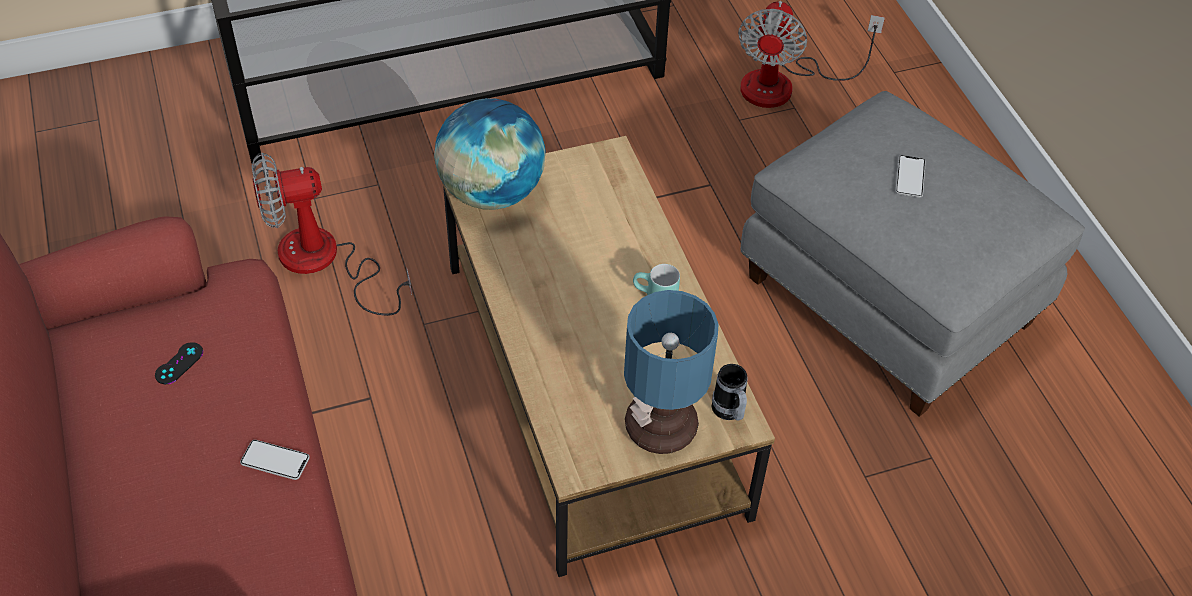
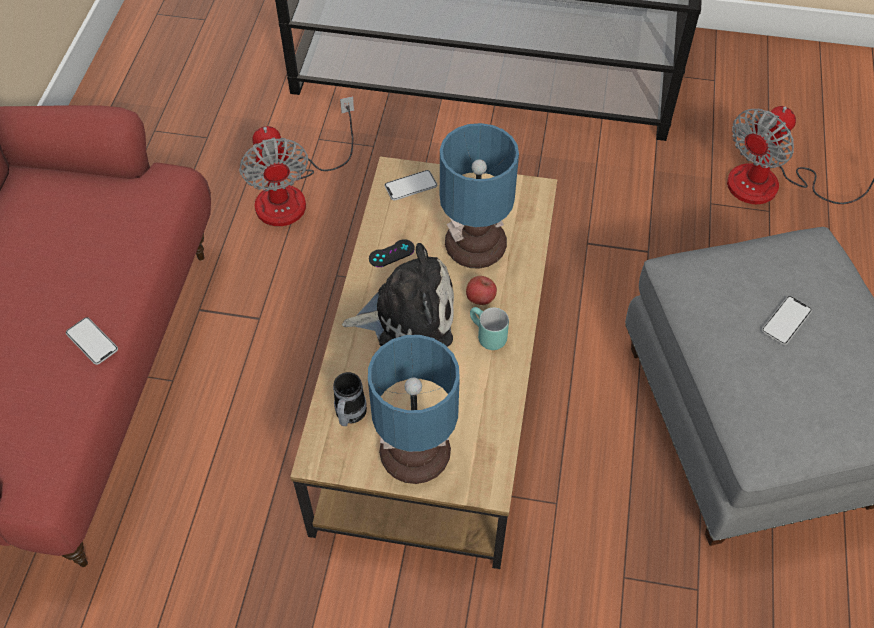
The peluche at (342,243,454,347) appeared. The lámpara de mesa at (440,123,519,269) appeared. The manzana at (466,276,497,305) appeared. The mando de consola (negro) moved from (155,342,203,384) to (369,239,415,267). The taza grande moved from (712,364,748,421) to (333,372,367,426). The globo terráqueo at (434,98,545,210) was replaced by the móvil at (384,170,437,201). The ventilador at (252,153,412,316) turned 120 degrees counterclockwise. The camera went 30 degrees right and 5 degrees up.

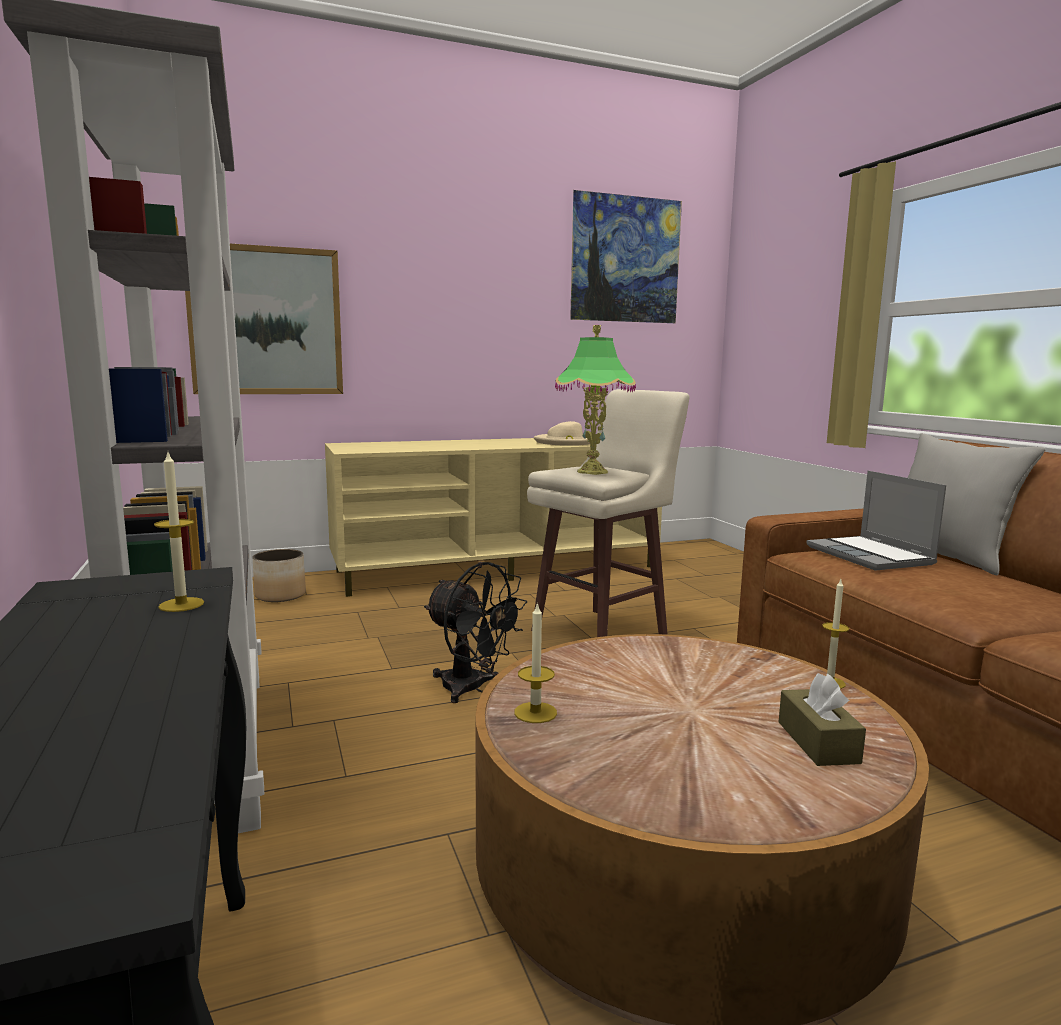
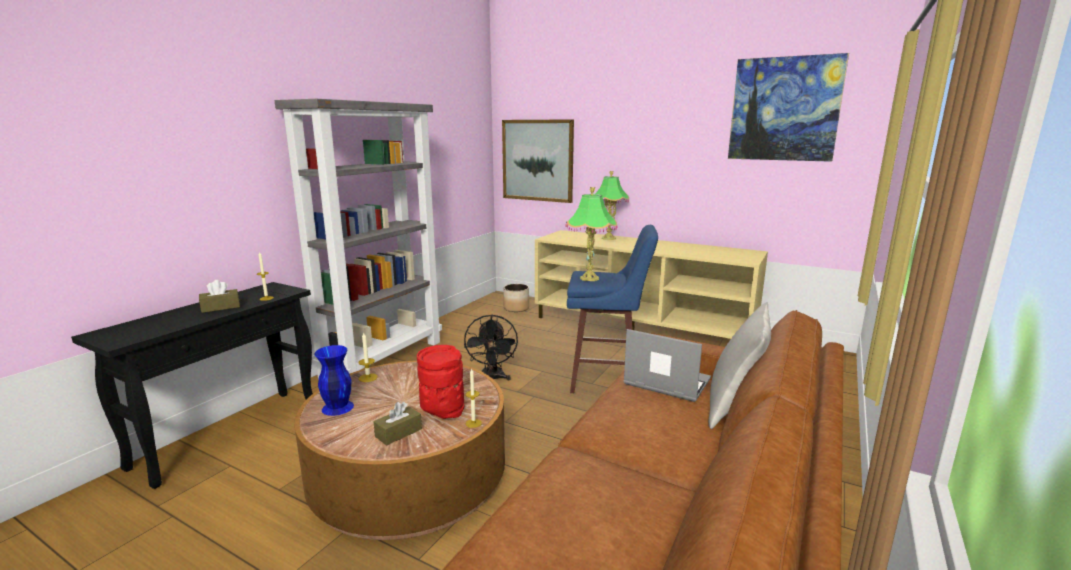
The sombrero (beis) at (534,421,590,446) disappeared. The caja de pañuelos (marrón) at (199,280,240,313) appeared. The florero (azul) at (315,345,354,416) appeared. The florero (rojo) at (417,345,464,419) appeared. The lámpara de mesa at (595,171,629,240) appeared. The taburete (beis) at (527,389,690,637) became the taburete (azul) at (567,225,658,393). The portátil at (807,471,946,571) turned 90 degrees clockwise. The camera went 50 degrees right and 5 degrees up.

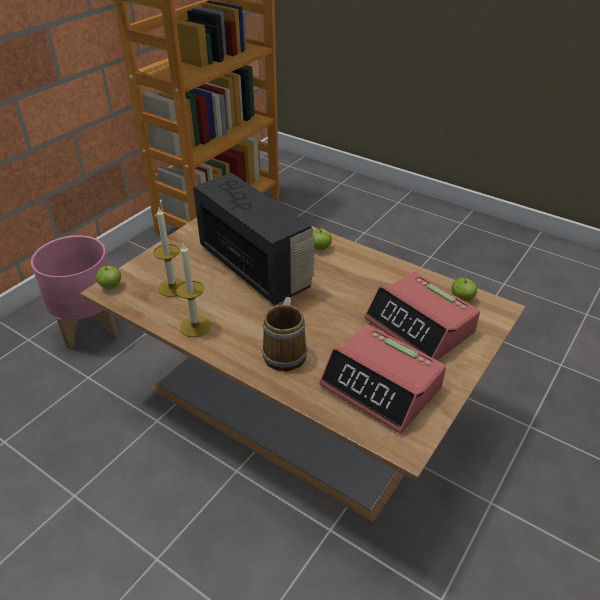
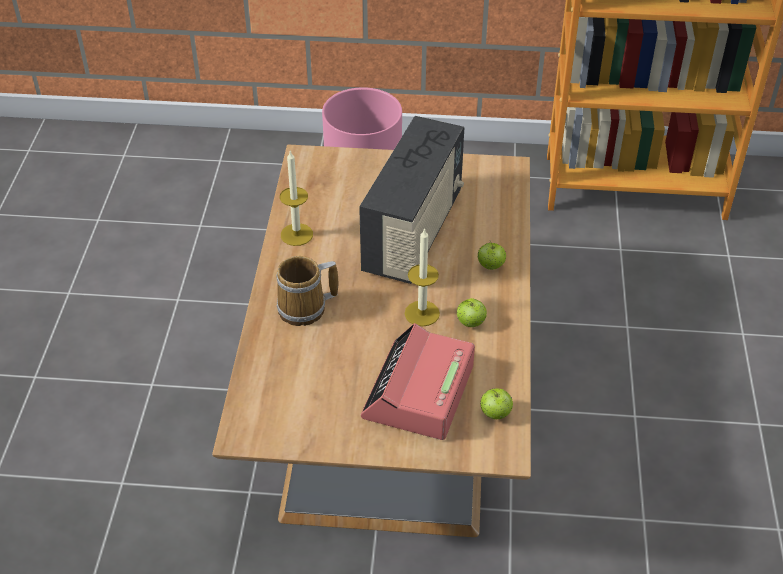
The despertador at (320,324,446,434) disappeared. The manzana moved from (96,266,122,289) to (457,298,487,327). The vela moved from (153,208,185,297) to (405,228,440,326). The camera went 60 degrees right and 5 degrees up.

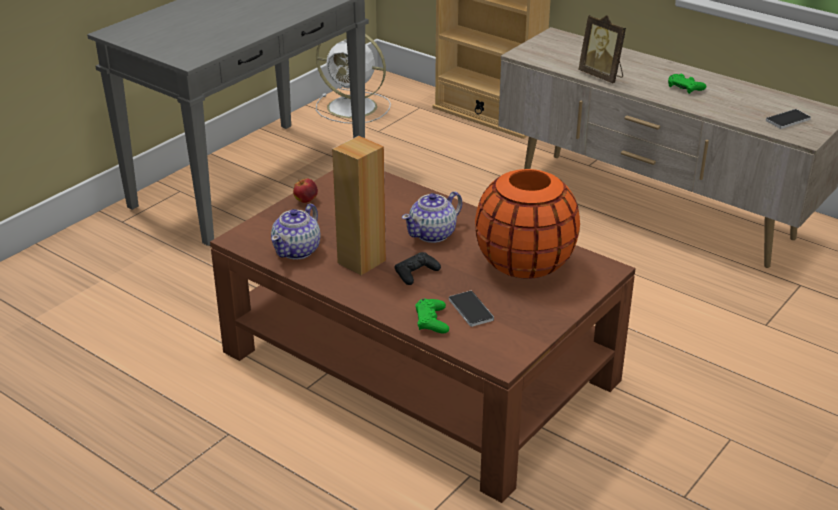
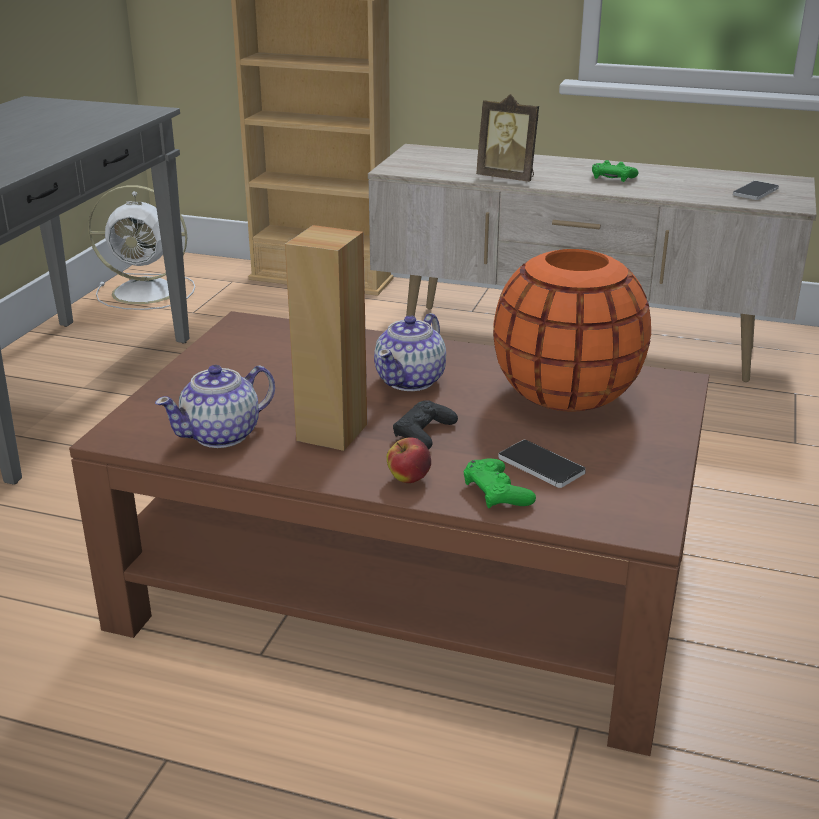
The manzana moved from (293,178,318,203) to (387,437,431,483). The tetera at (271,204,320,260) turned 45 degrees clockwise. The camera went 20 degrees left and 5 degrees down.

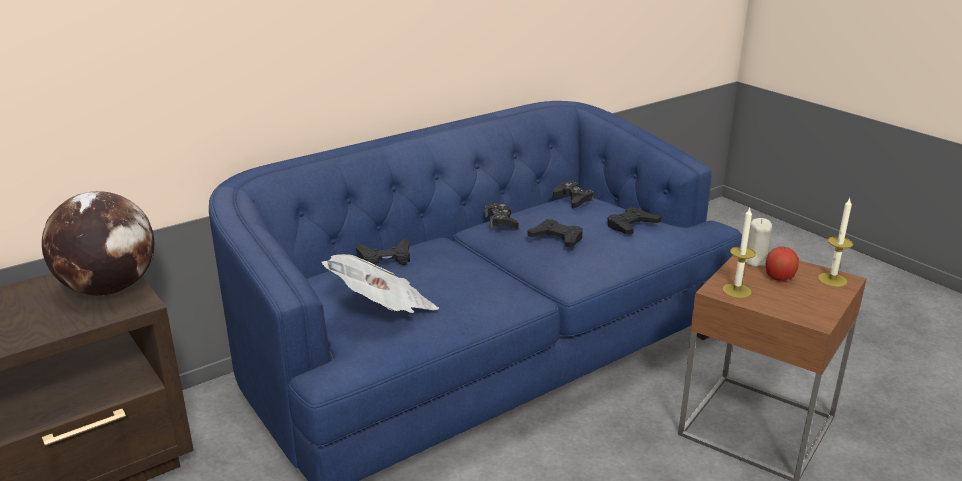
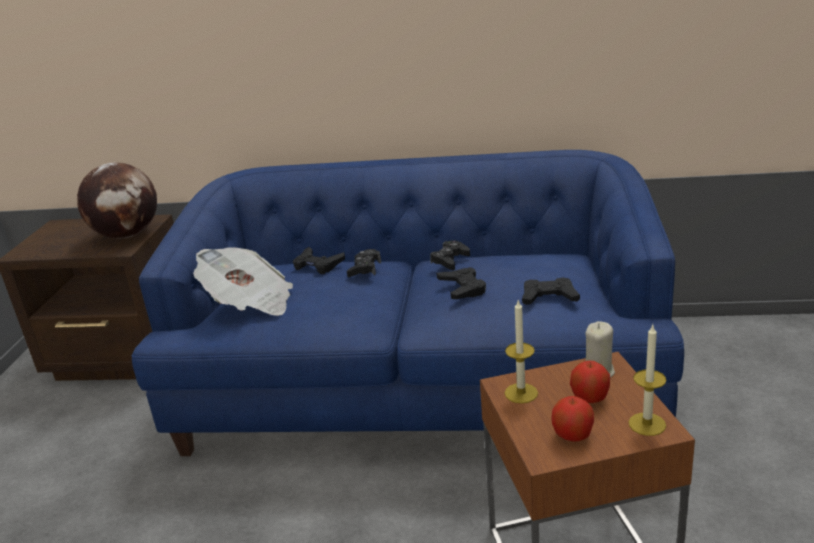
The manzana at (551,396,594,441) appeared. The mando de consola (negro) moved from (553,181,593,208) to (347,249,381,277). The camera went 45 degrees right and 0 degrees up.

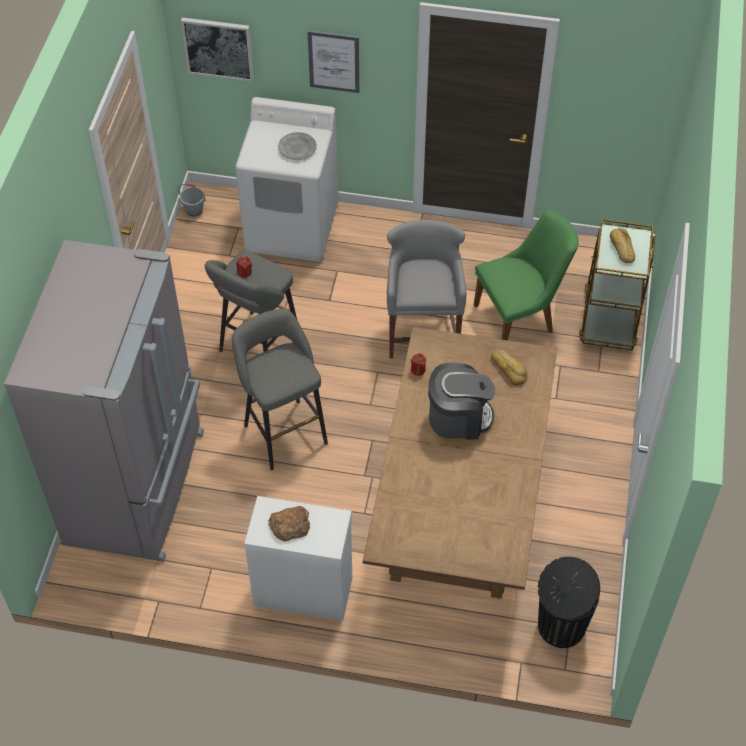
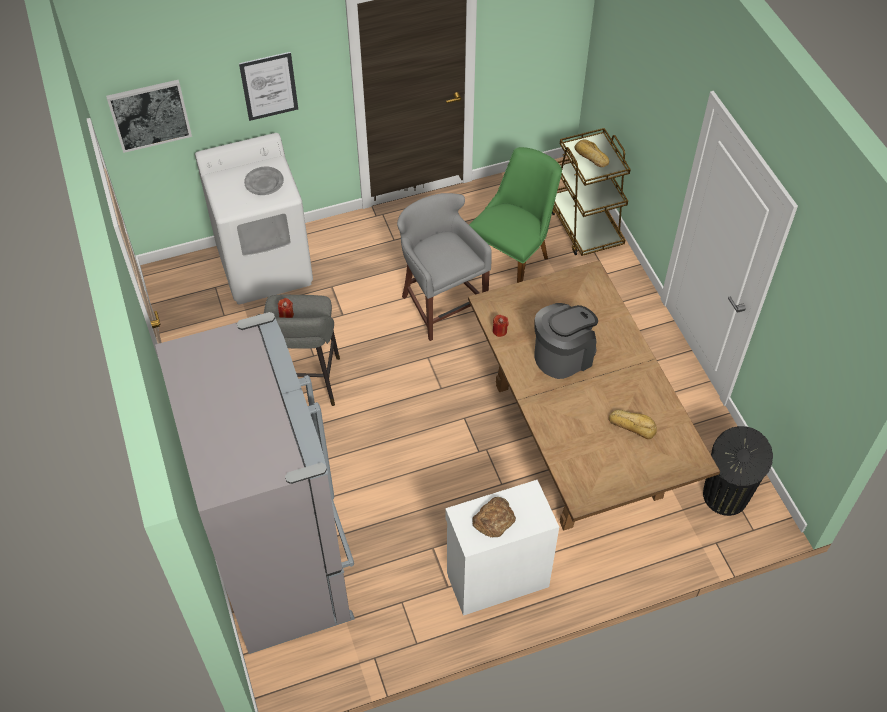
The cubo (gris) at (179,184,206,217) disappeared. The taburete (gris) at (232,309,328,470) disappeared. The pan moved from (491,349,527,386) to (609,410,657,439). The camera went 30 degrees left and 0 degrees up.

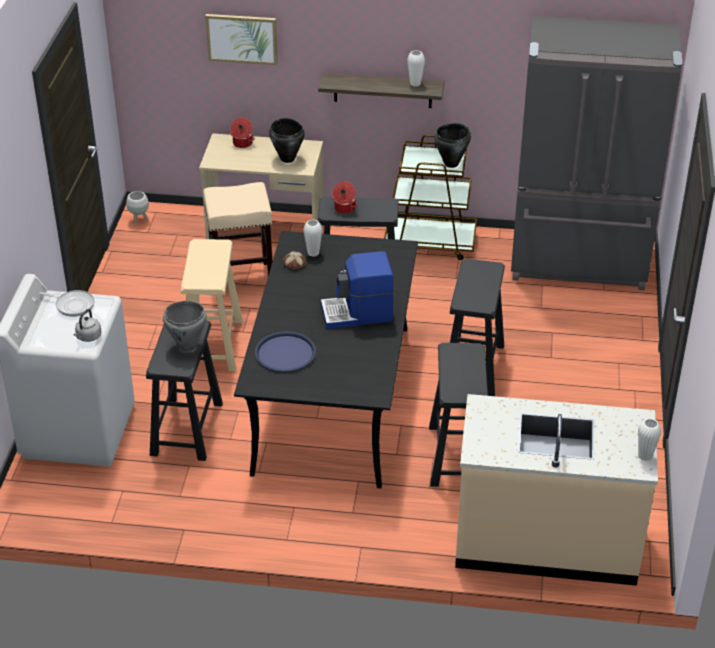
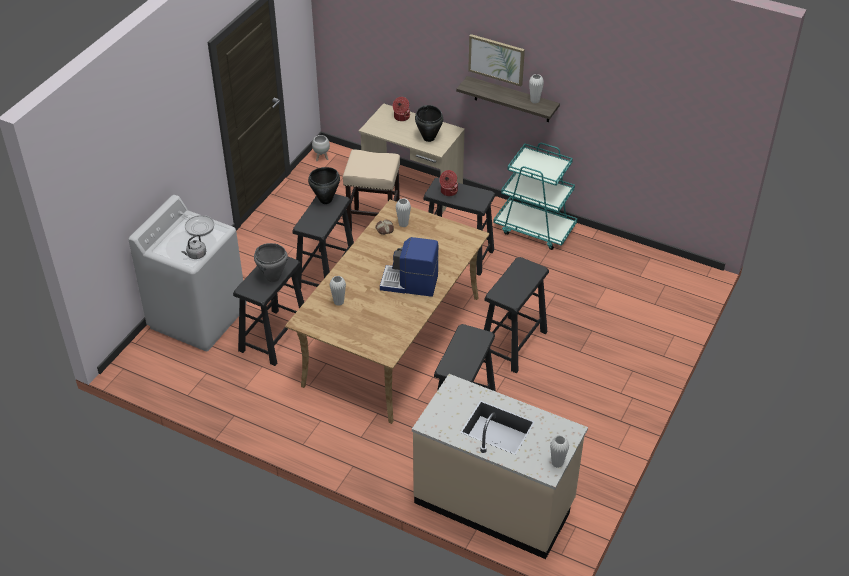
The nevera (gris) at (511,16,682,290) disappeared. The cuadro moved from (205,14,278,65) to (468,34,525,86). The olla (negro) moved from (434,123,471,168) to (308,167,340,204). The bandeja (azul) at (254,331,316,373) was replaced by the florero (blanco) at (330,276,346,306). The taburete (beis) at (181,239,243,371) became the taburete (negro) at (292,194,354,289). The mesa de comedor (negro) at (234,231,418,488) became the mesa de comedor (beis) at (285,200,489,424). The carrito (marrón) at (384,135,477,260) became the carrito (turquesa) at (493,143,578,250). The camera went 20 degrees right and 5 degrees up.

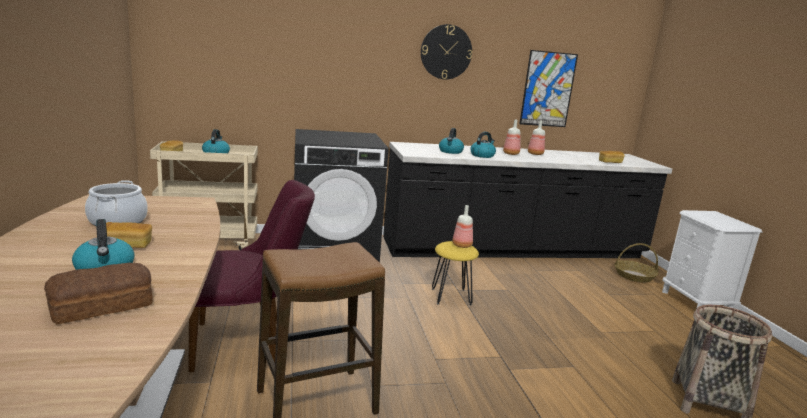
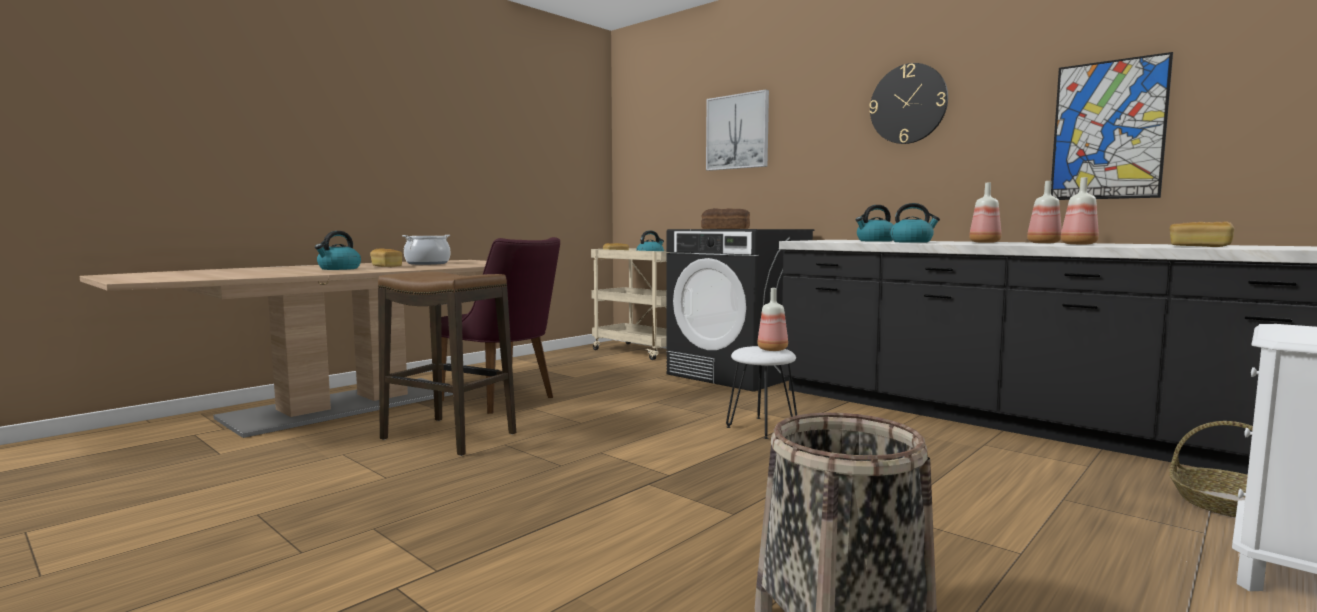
The cuadro at (706,89,769,171) appeared. The botella at (1061,177,1099,245) appeared. The pan moved from (44,263,153,324) to (701,208,750,229). The taburete (amarillo) at (432,241,479,305) became the taburete (blanco) at (726,346,797,439). The camera went 55 degrees right and 10 degrees down.

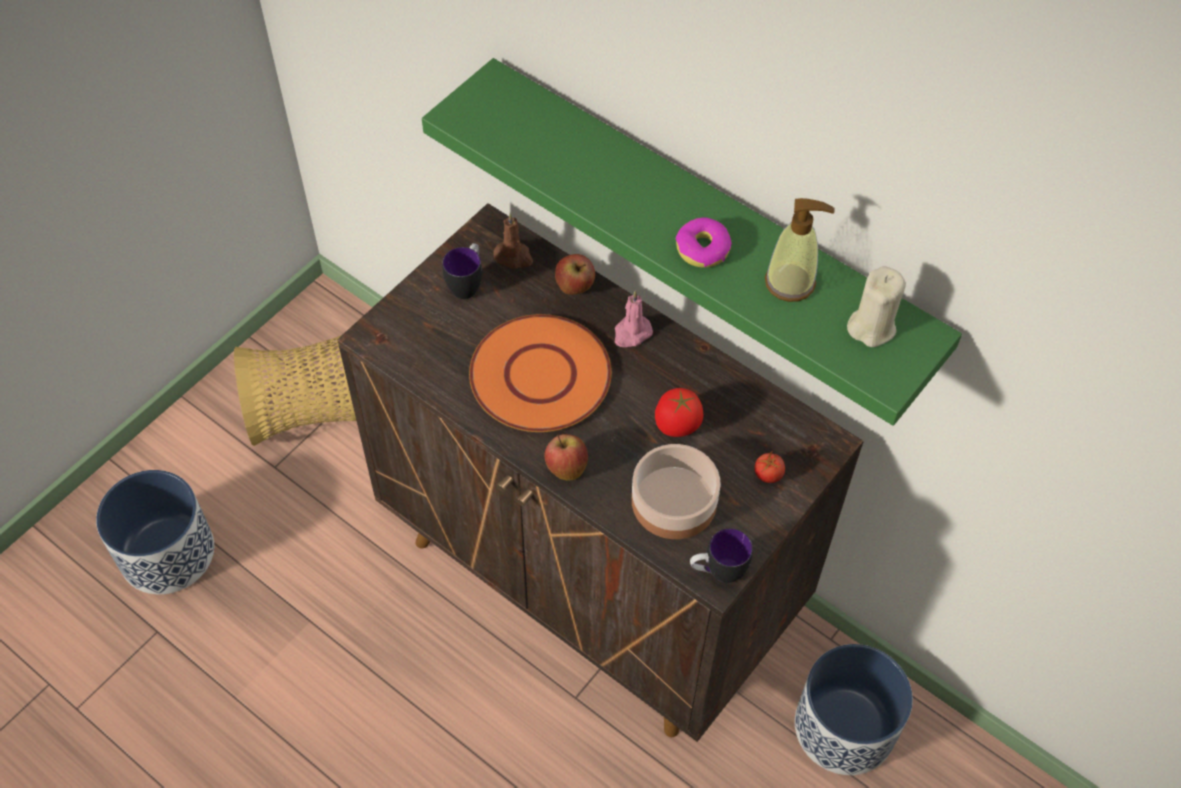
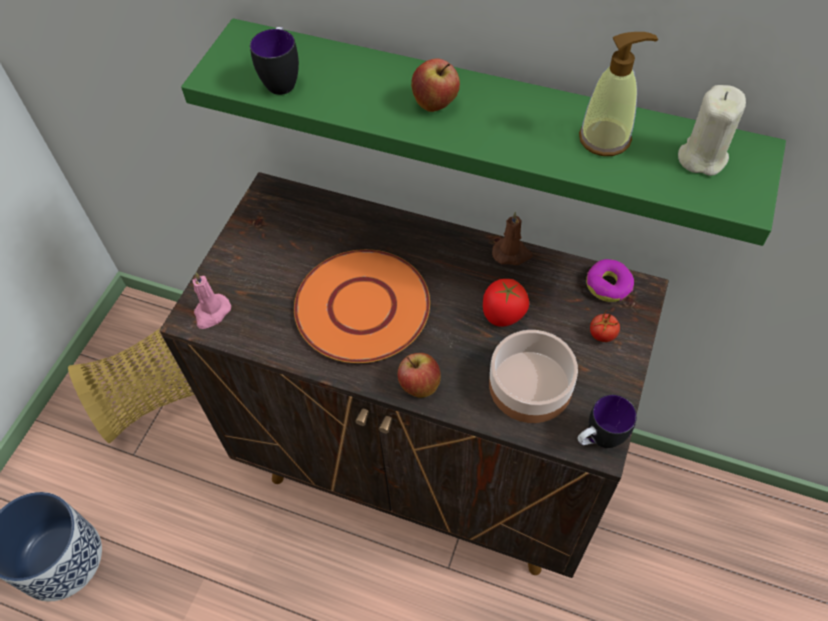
The maceta at (795,644,913,775) disappeared. The taza grande moved from (442,243,482,299) to (250,27,299,95). The vela (marrón) moved from (494,213,533,269) to (492,211,533,265). The manzana moved from (555,254,595,295) to (411,58,460,112). The vela (rosa) moved from (615,290,653,347) to (192,272,231,329). The rosquilla moved from (676,218,732,267) to (586,259,634,302). The camera went 15 degrees left and 0 degrees up.

